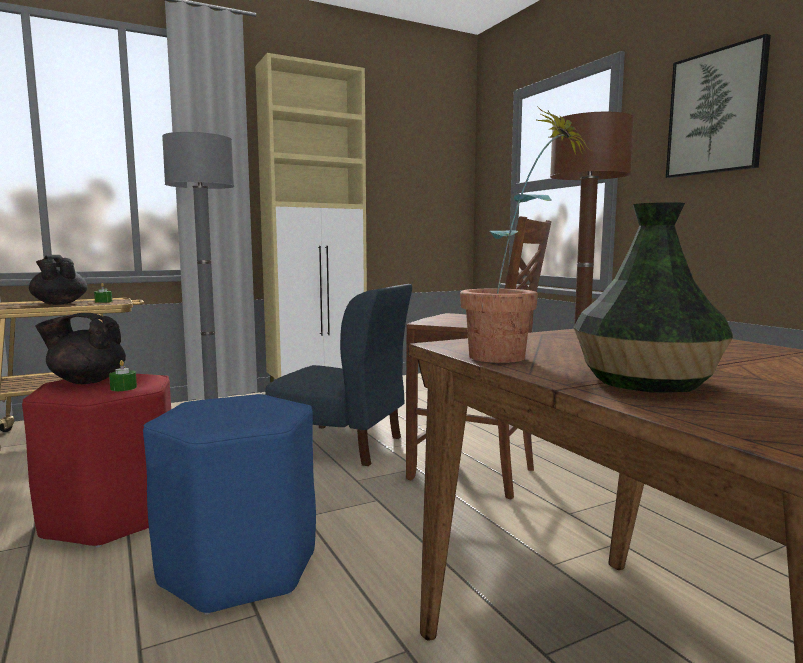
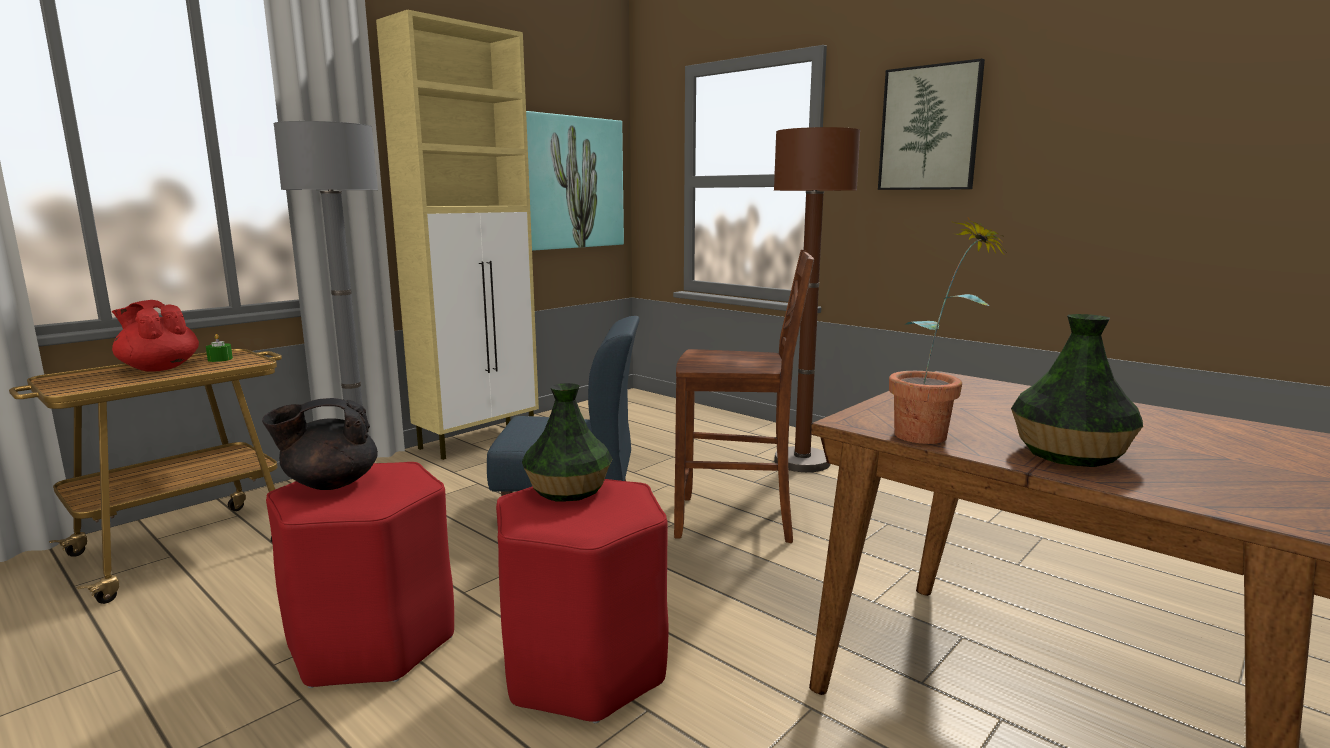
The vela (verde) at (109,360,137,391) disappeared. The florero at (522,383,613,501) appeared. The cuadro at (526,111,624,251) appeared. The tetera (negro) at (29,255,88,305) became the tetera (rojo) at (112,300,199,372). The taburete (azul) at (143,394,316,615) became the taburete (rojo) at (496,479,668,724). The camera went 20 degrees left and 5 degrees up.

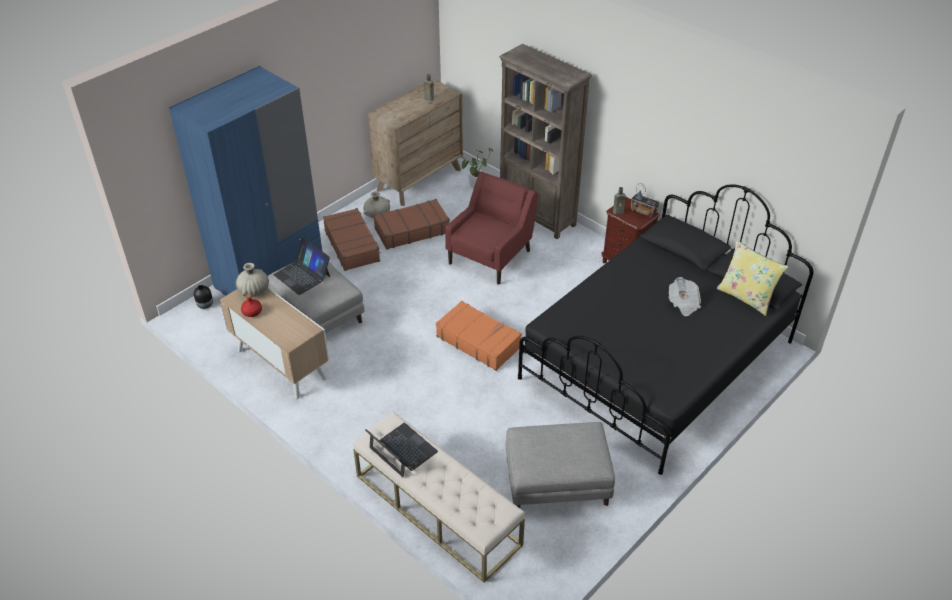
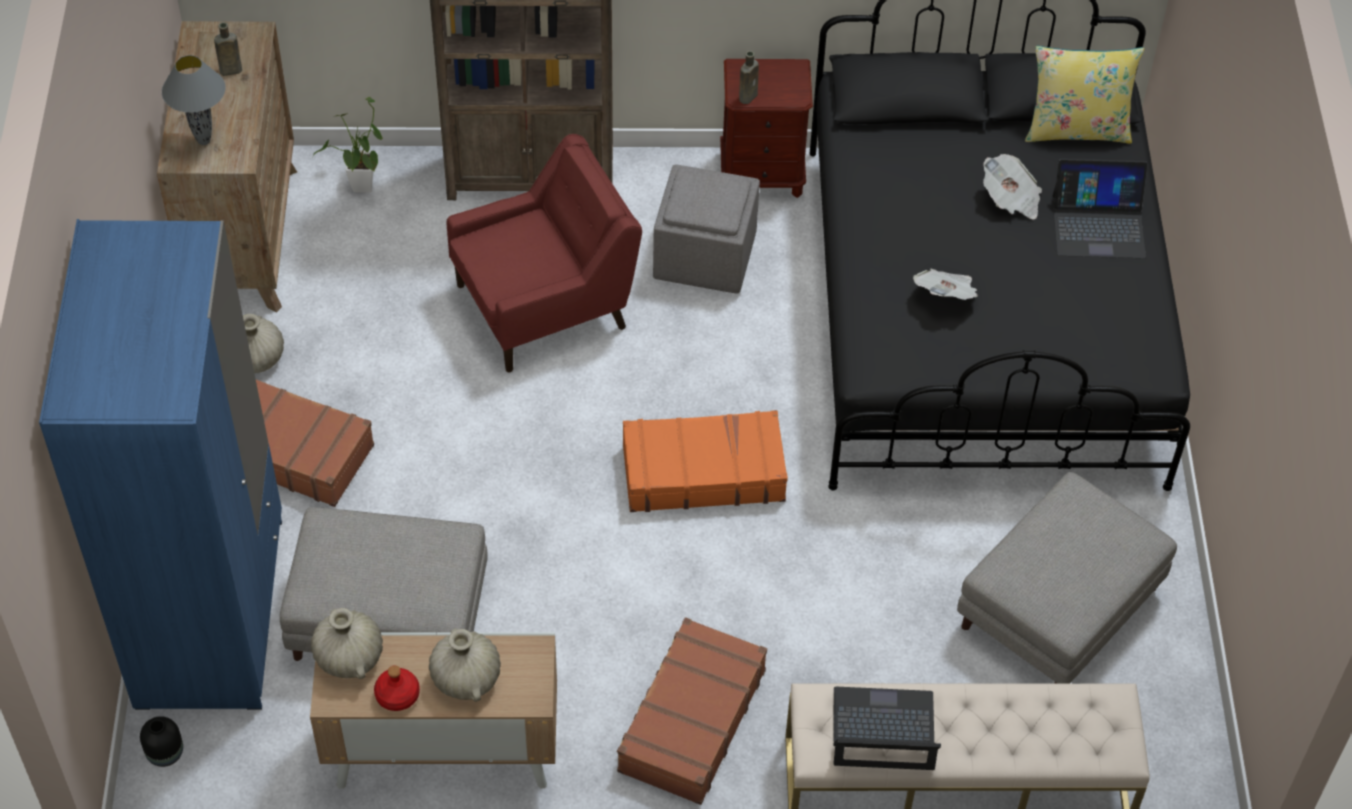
The radio at (631,183,660,218) disappeared. The lámpara de mesa (gris) at (162,55,225,145) appeared. The florero (beis) at (429,628,501,702) appeared. The puf (gris) at (653,164,760,294) appeared. The periódico at (913,269,978,300) appeared. The portátil moved from (273,238,330,295) to (1052,159,1148,258). The maleta (marrón) moved from (374,199,450,250) to (617,617,767,805). The sillón (rojo) at (445,171,538,285) turned 75 degrees clockwise. The camera went 45 degrees left and 10 degrees up.

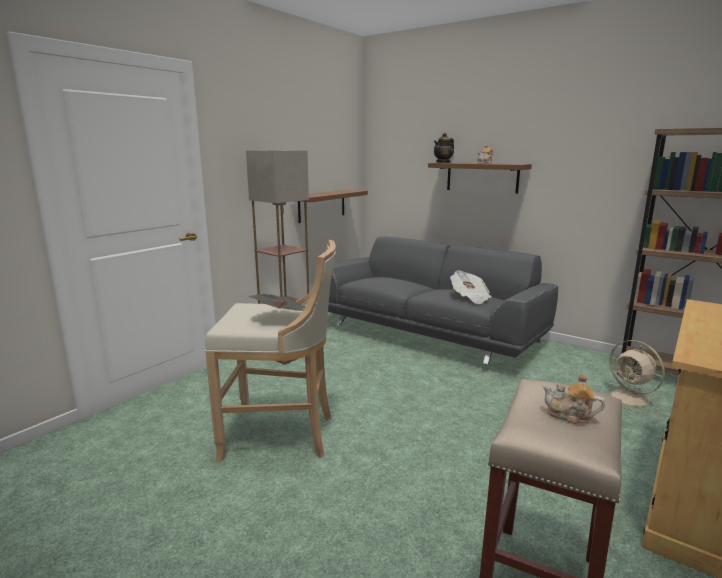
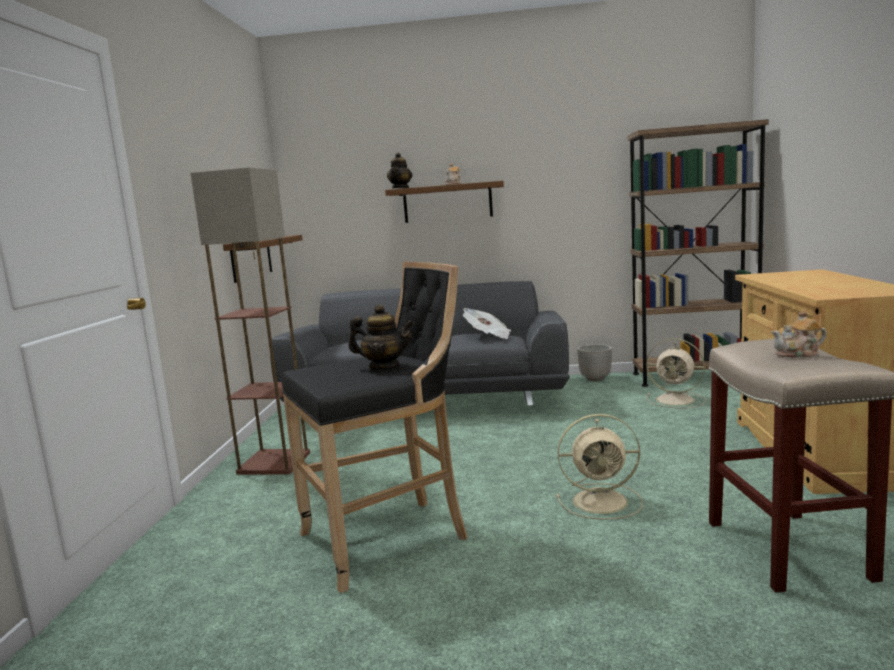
The ventilador (beis) at (556,414,643,520) appeared. The maceta at (577,344,612,381) appeared. The periódico at (248,294,306,311) was replaced by the tetera at (348,304,415,370). The taburete (beis) at (205,240,336,462) became the taburete (negro) at (282,262,467,593). The camera went 30 degrees left and 5 degrees down.

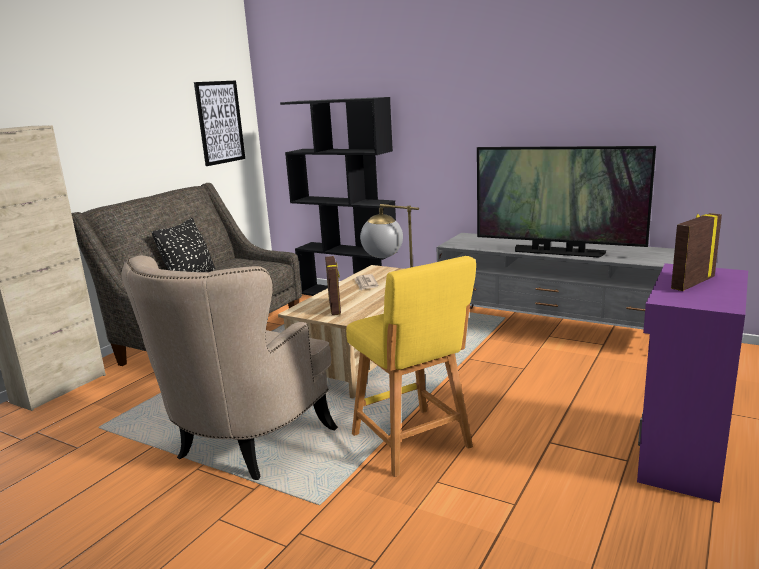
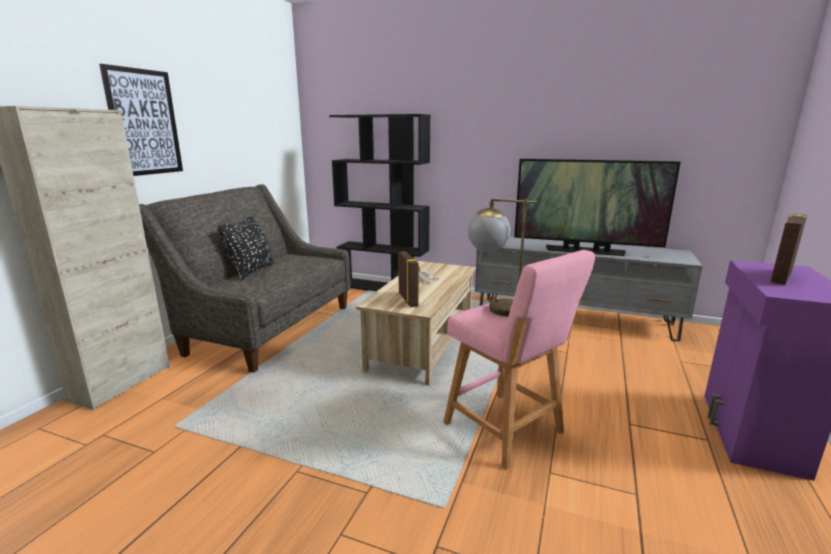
The sillón (beis) at (121,255,338,480) disappeared. The cuadro moved from (194,81,245,166) to (99,64,183,176). The taburete (amarillo) at (346,256,476,477) became the taburete (rosa) at (443,250,595,470). The camera went 10 degrees left and 0 degrees up.

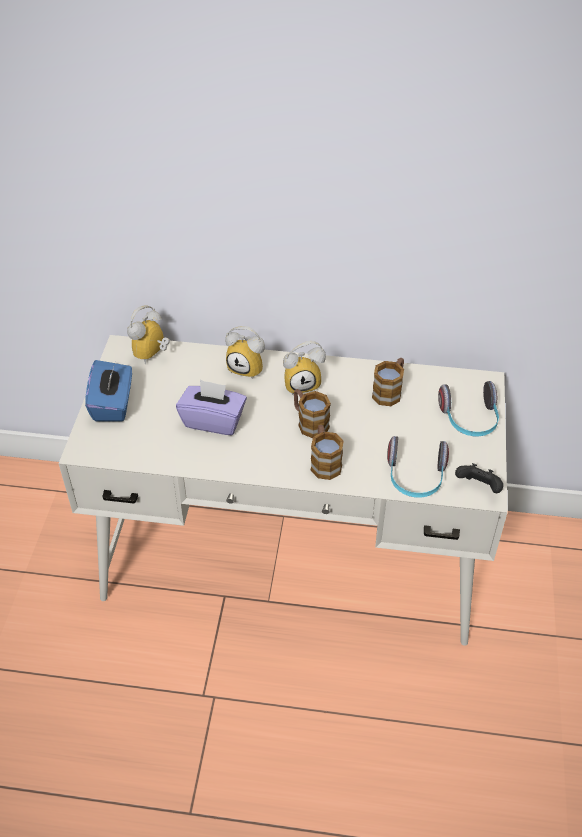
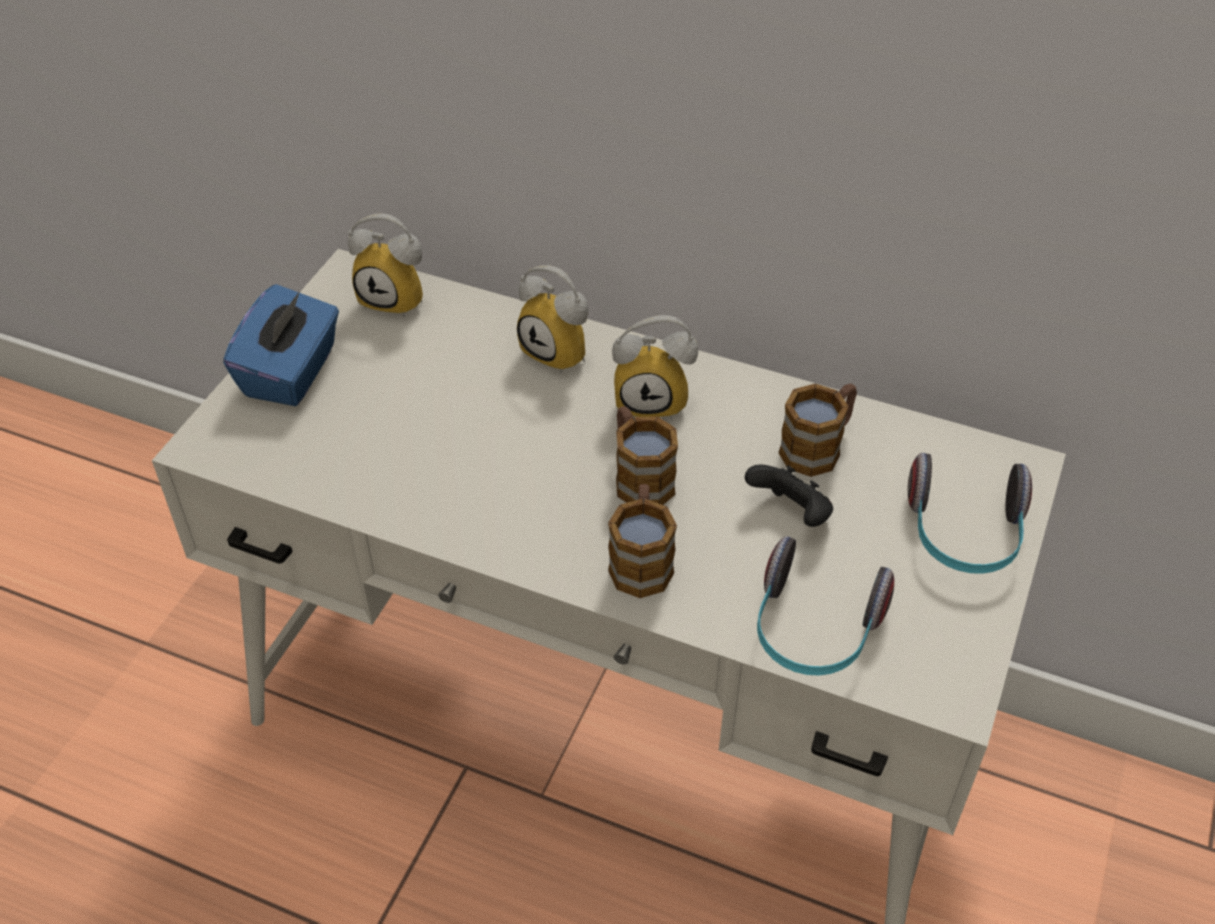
The caja de pañuelos (morado) at (176,379,247,435) disappeared. The mando de consola (negro) moved from (455,463,504,493) to (745,465,833,527). The despertador at (127,305,170,364) turned 120 degrees counterclockwise. The camera went 15 degrees right and 0 degrees up.

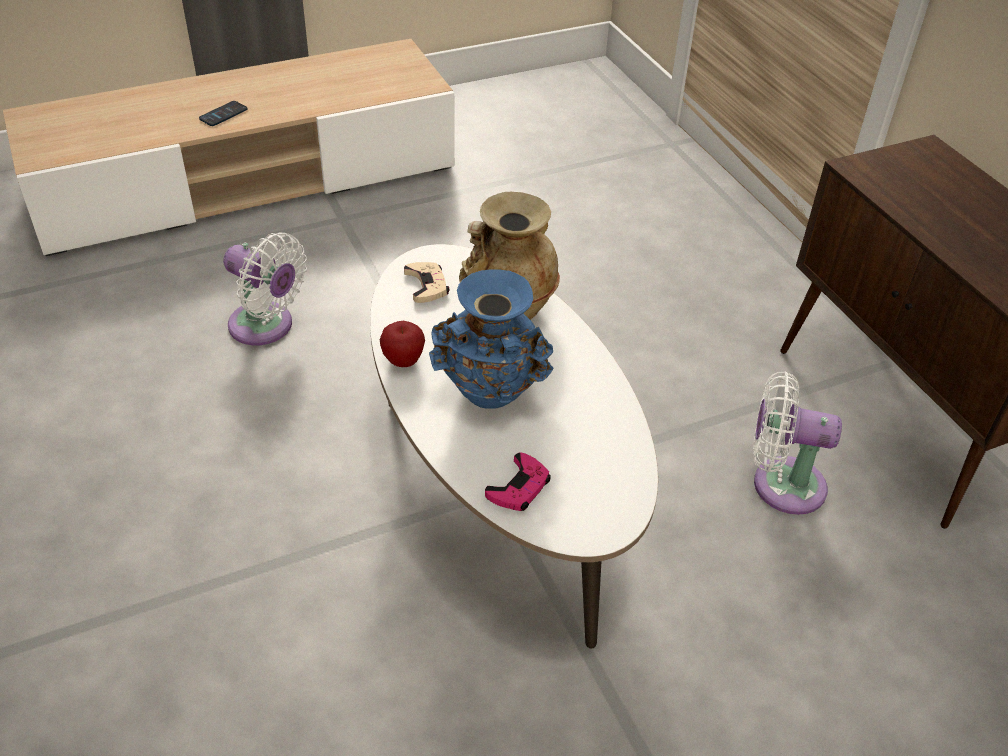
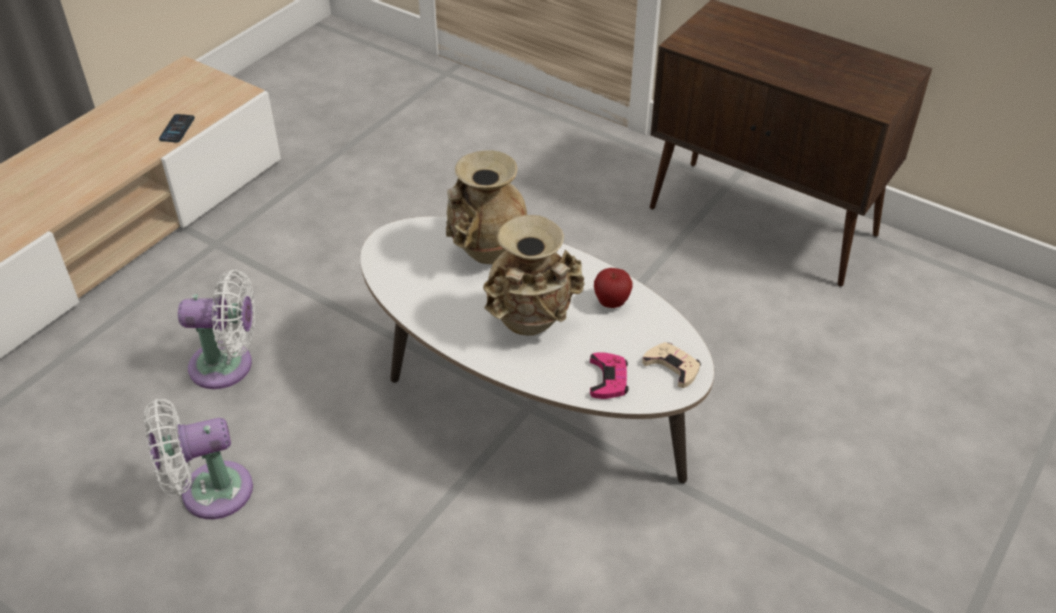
The móvil moved from (199,101,247,126) to (159,114,195,142). The manzana moved from (380,321,425,367) to (594,268,632,308). The mando de consola (beis) moved from (404,262,449,303) to (642,342,701,388). The ventilador (blanco) moved from (753,371,842,515) to (144,399,253,519). The florero (azul) at (429,269,553,409) became the florero (beis) at (483,215,585,336). The camera went 30 degrees left and 0 degrees up.

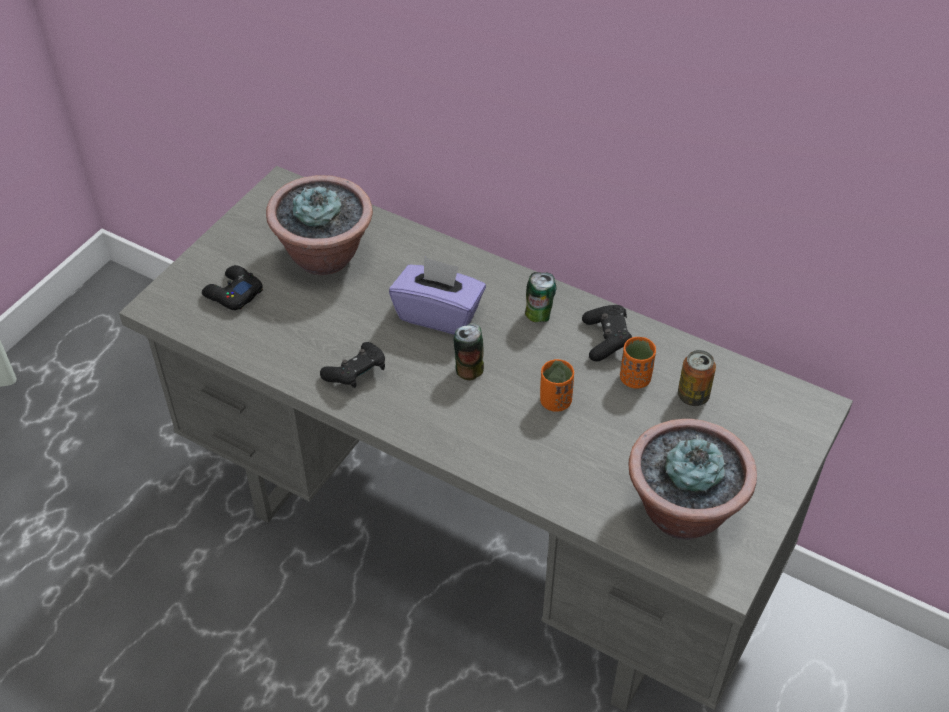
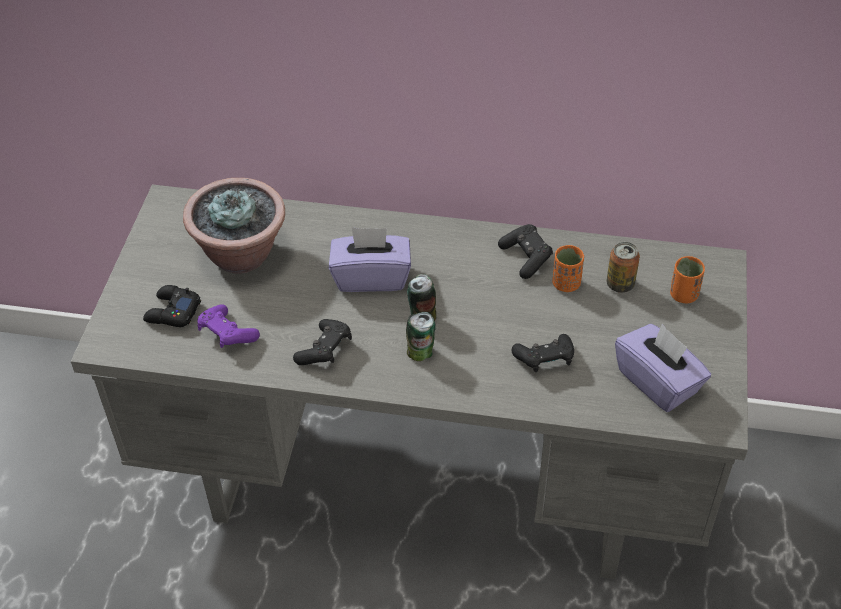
The mando de consola (morado) at (197,304,260,348) appeared. The mando de consola (negro) at (512,334,574,372) appeared. The lata moved from (525,272,556,322) to (406,312,436,361). The taza (naranja) moved from (540,359,574,412) to (670,256,705,303). The planta en maceta at (629,419,757,540) was replaced by the caja de pañuelos (morado) at (615,324,711,412). The camera went 20 degrees left and 0 degrees up.

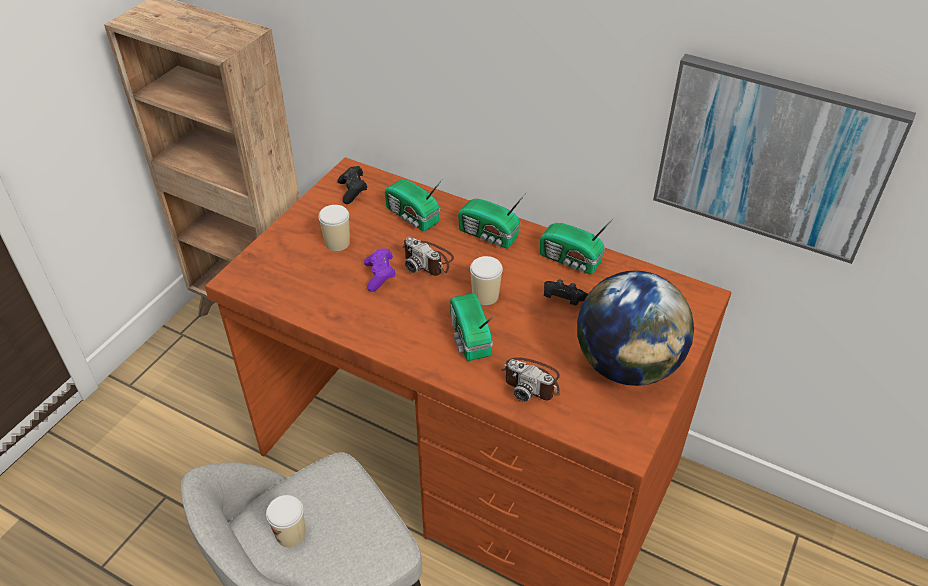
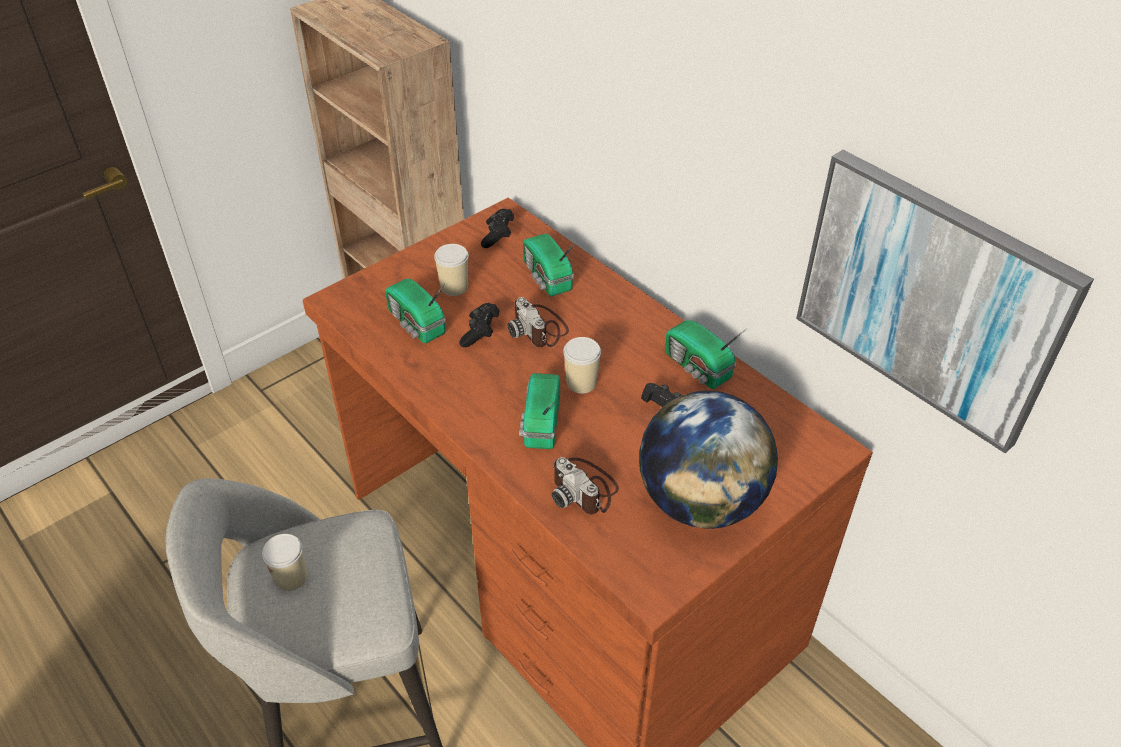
The radio moved from (458,193,526,248) to (385,278,446,343). The mando de consola (morado) at (364,248,395,292) became the mando de consola (negro) at (459,303,499,347). The camera went 20 degrees right and 0 degrees up.

